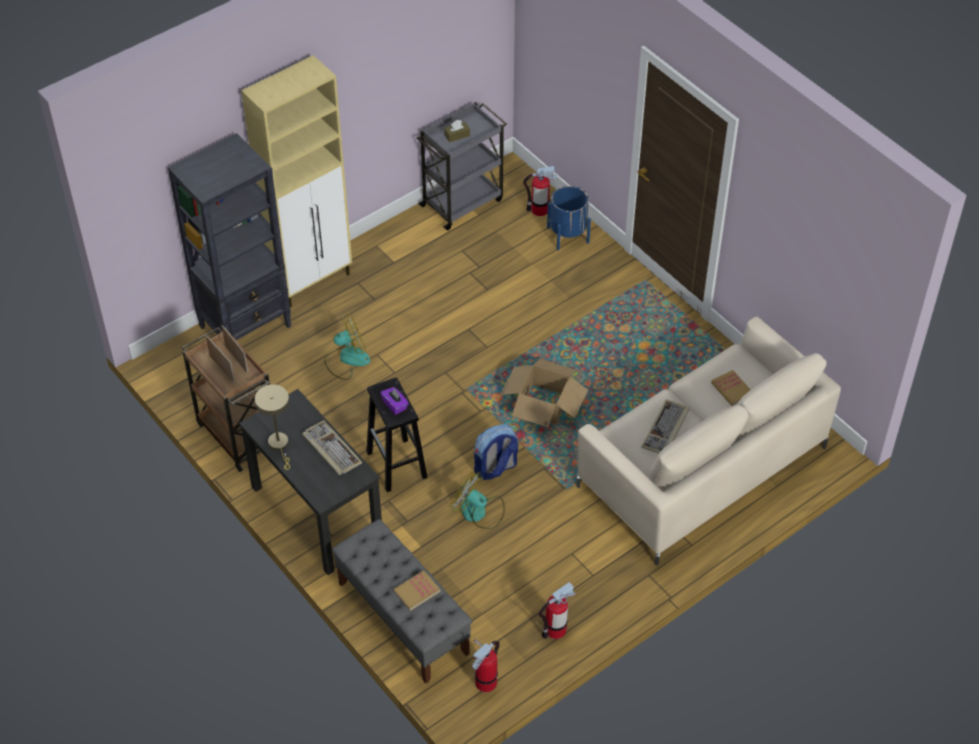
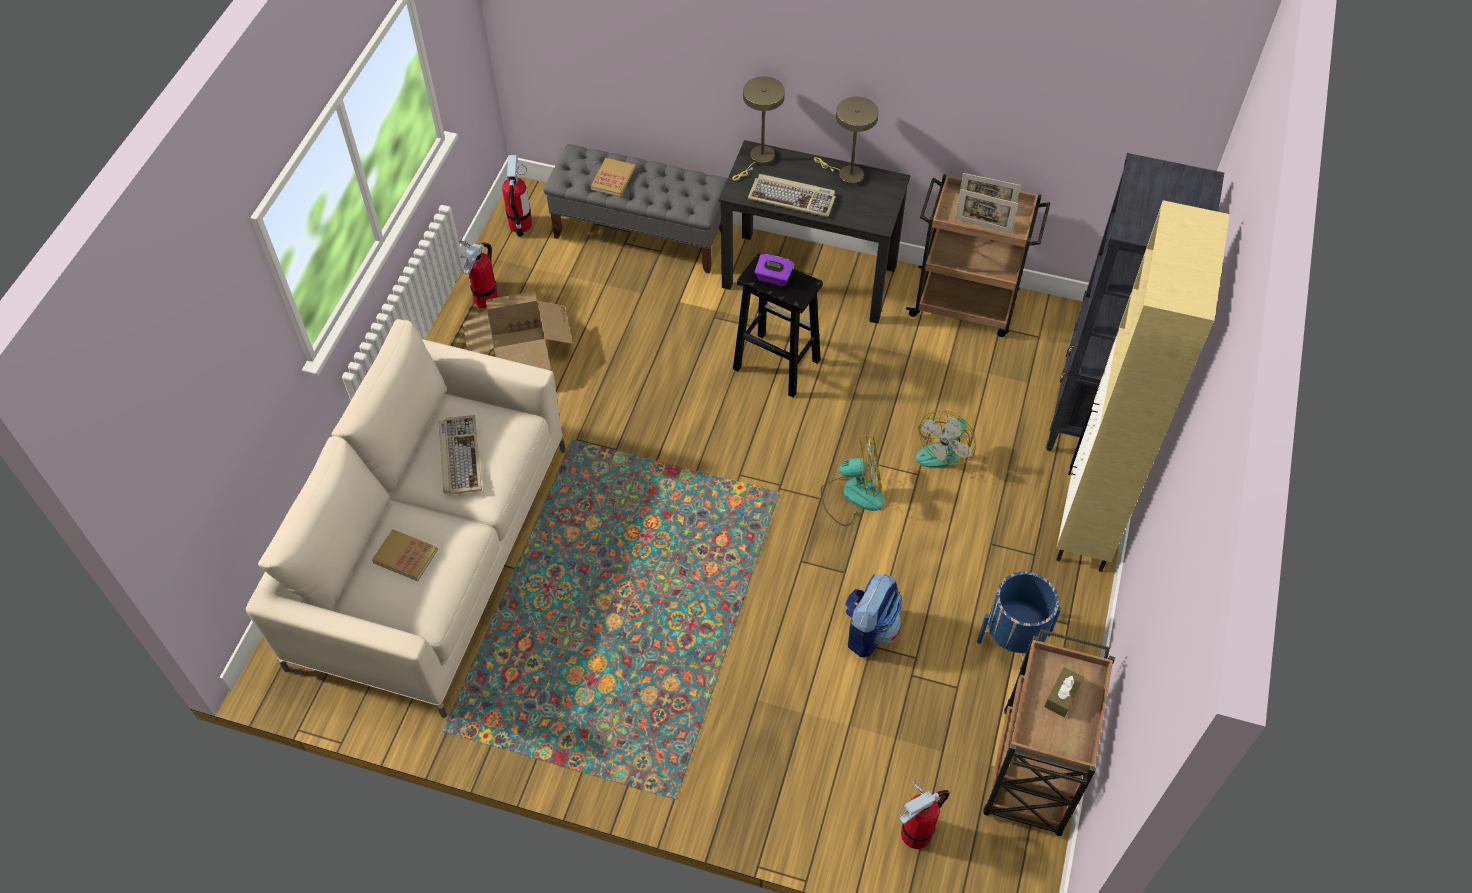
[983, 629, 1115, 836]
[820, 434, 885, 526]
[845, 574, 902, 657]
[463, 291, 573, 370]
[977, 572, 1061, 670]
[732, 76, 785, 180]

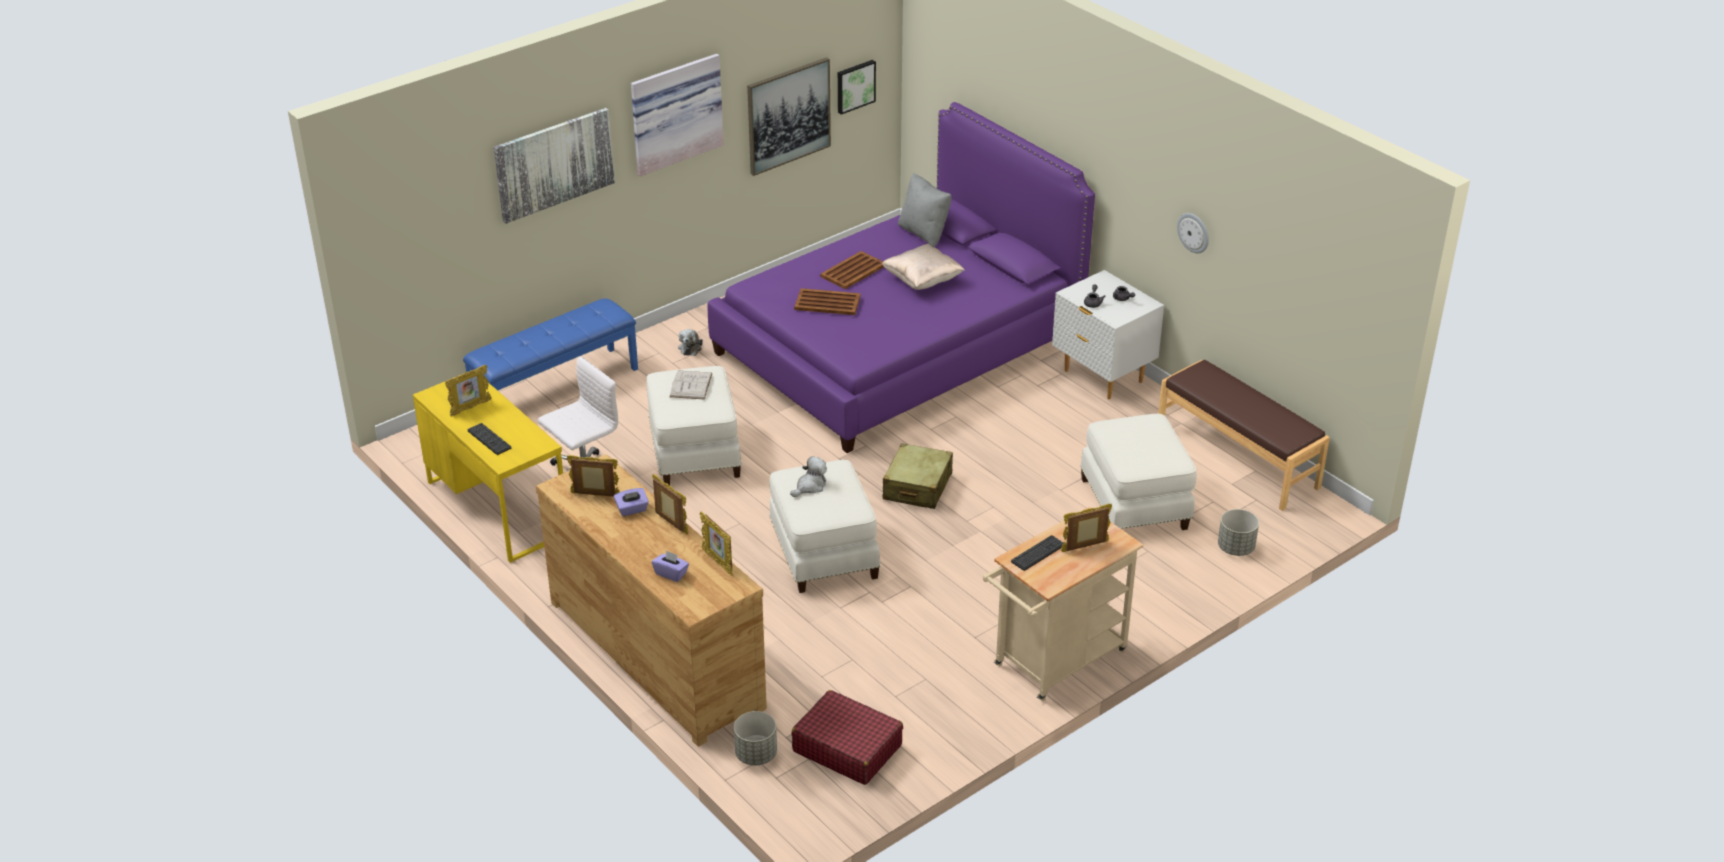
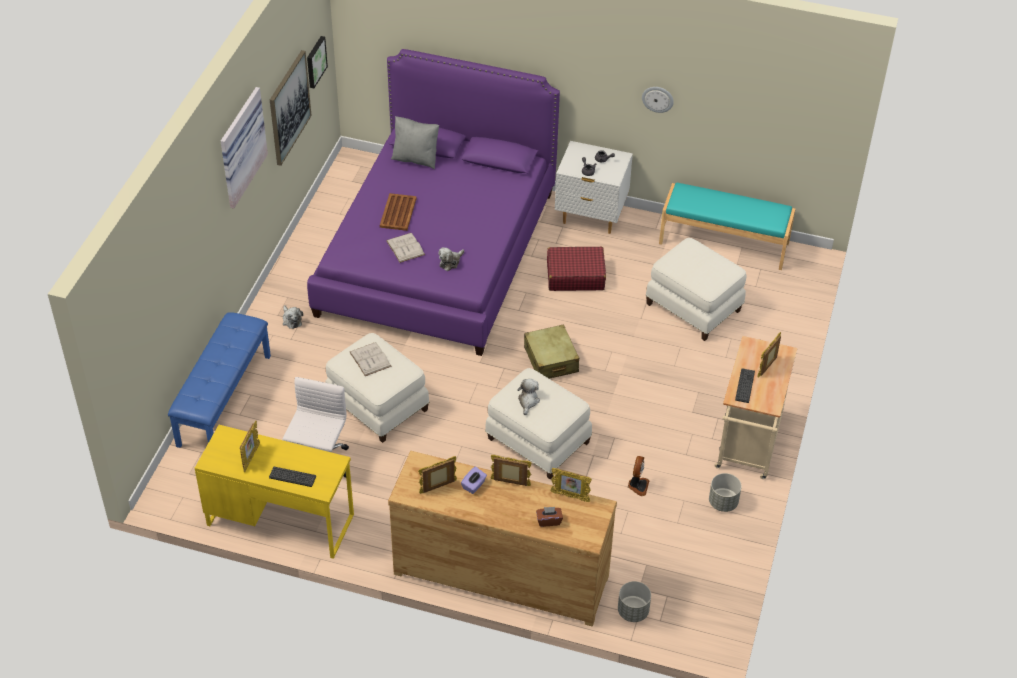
[494, 108, 615, 224] (first image)
[536, 507, 563, 527]
[547, 247, 606, 291]
[386, 233, 425, 263]
[882, 244, 965, 290] (first image)
[659, 183, 795, 270]
[709, 473, 742, 512]
[438, 247, 464, 271]
[628, 456, 650, 496]

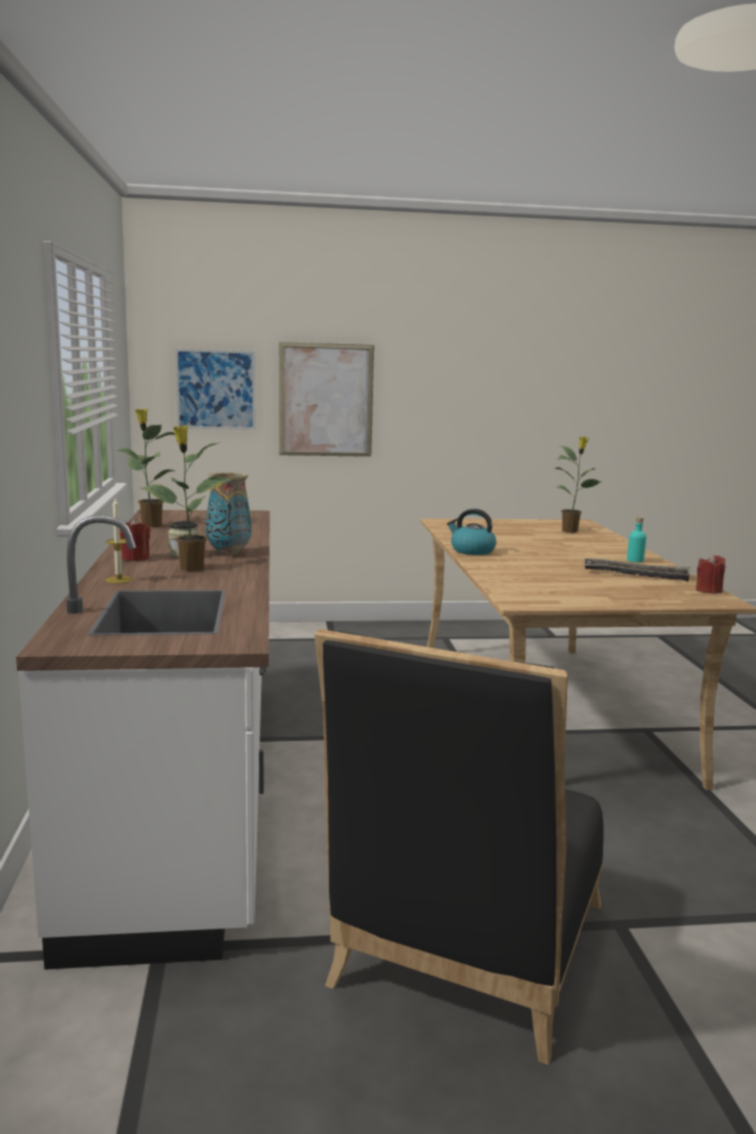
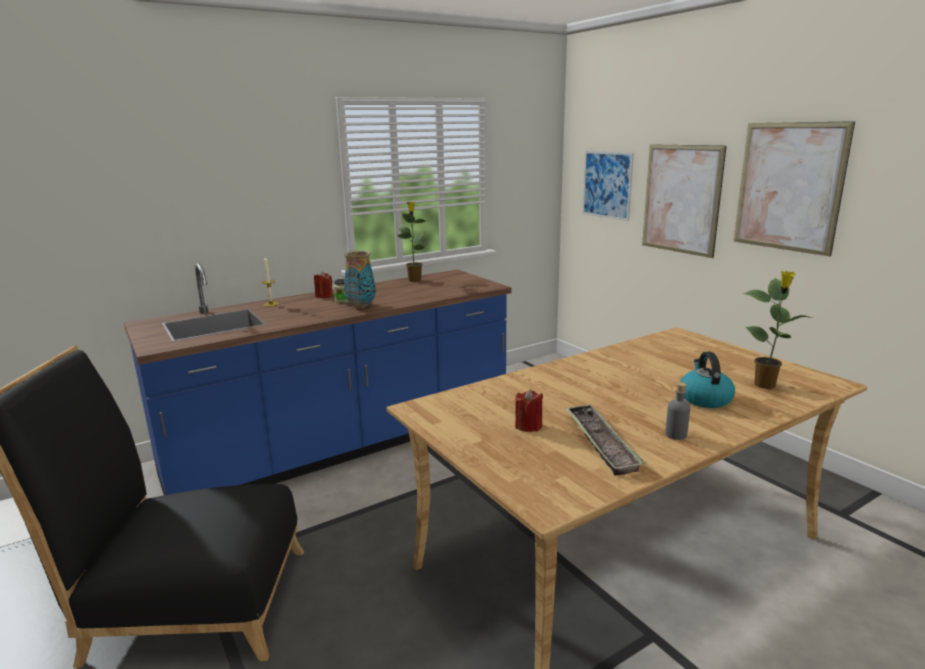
[124, 264, 512, 495]
[140, 425, 232, 571] (first image)
[680, 352, 735, 408]
[665, 382, 690, 440]
[515, 389, 543, 432]
[734, 121, 855, 257]

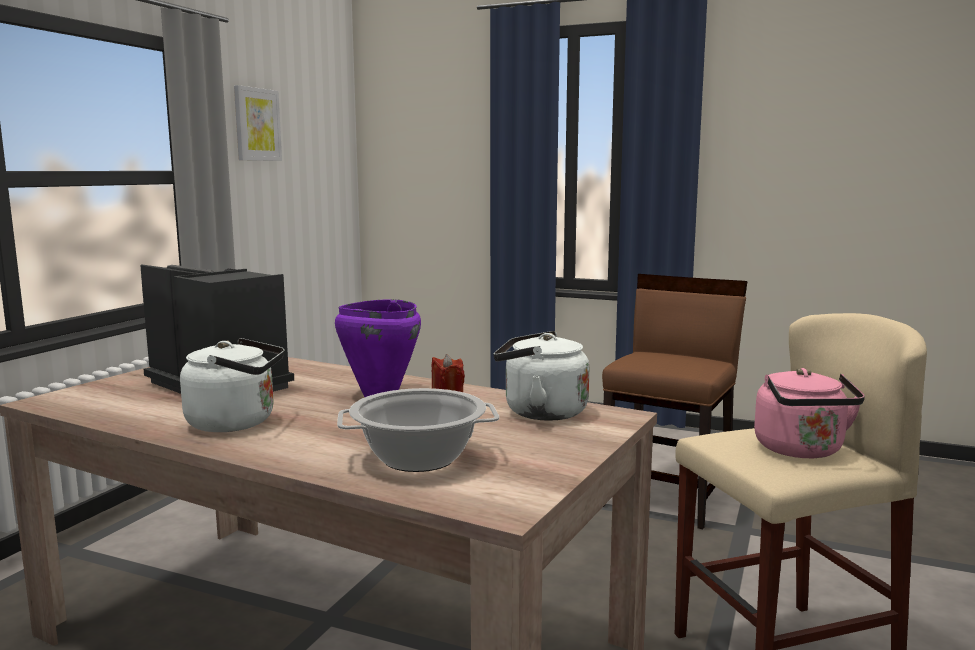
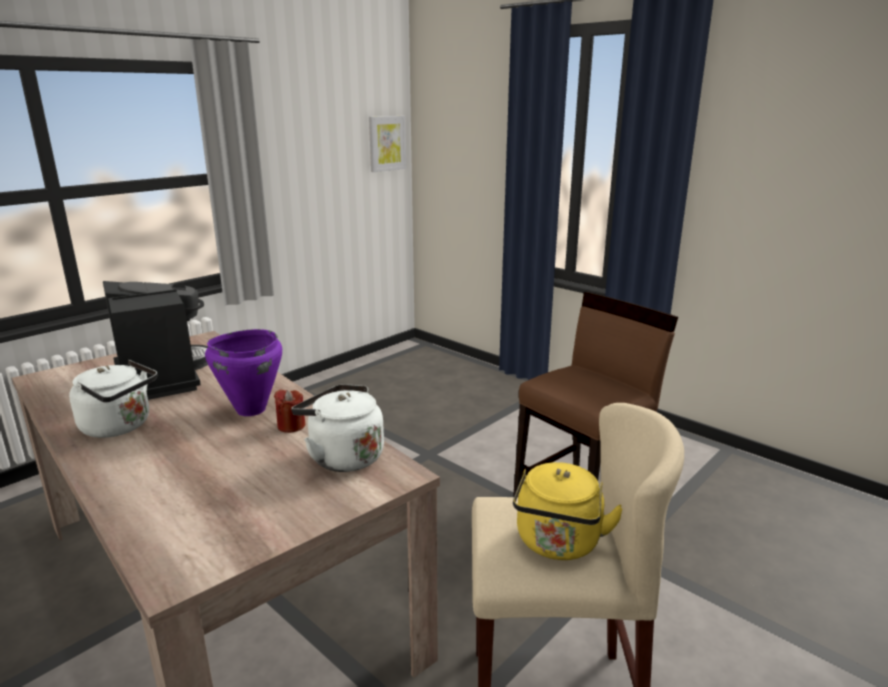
[369, 116, 406, 172]
[337, 388, 499, 472] (first image)
[513, 462, 622, 560]

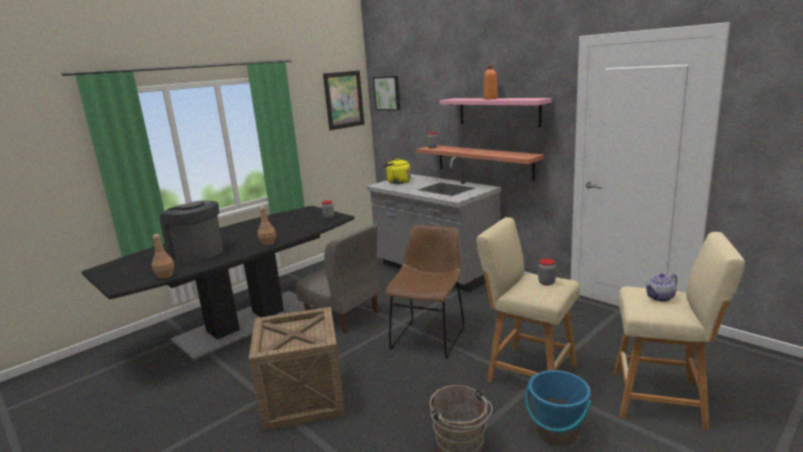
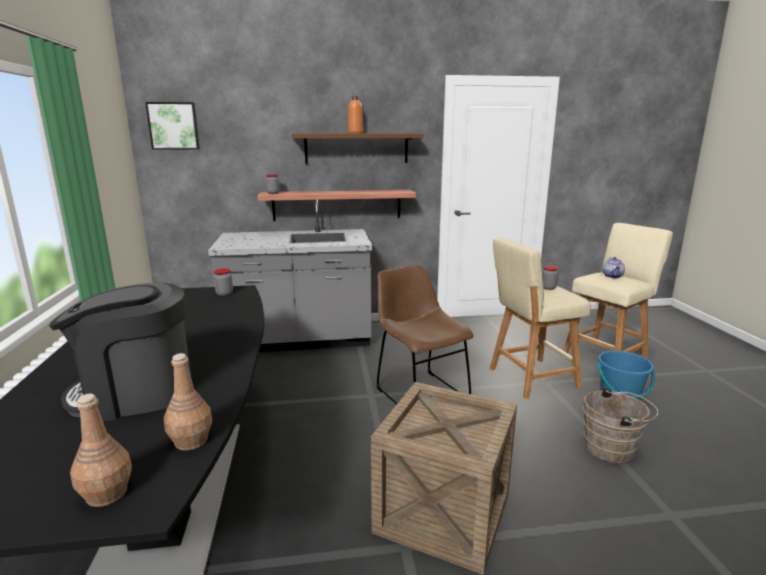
[70, 394, 132, 507]
[296, 224, 380, 333] (first image)
[323, 71, 365, 130] (first image)
[382, 158, 411, 184] (first image)
[292, 133, 423, 164]

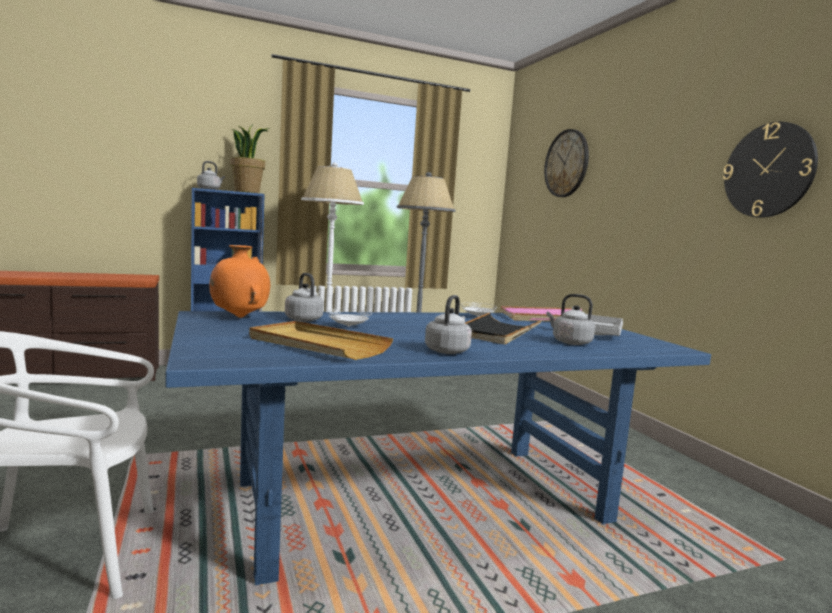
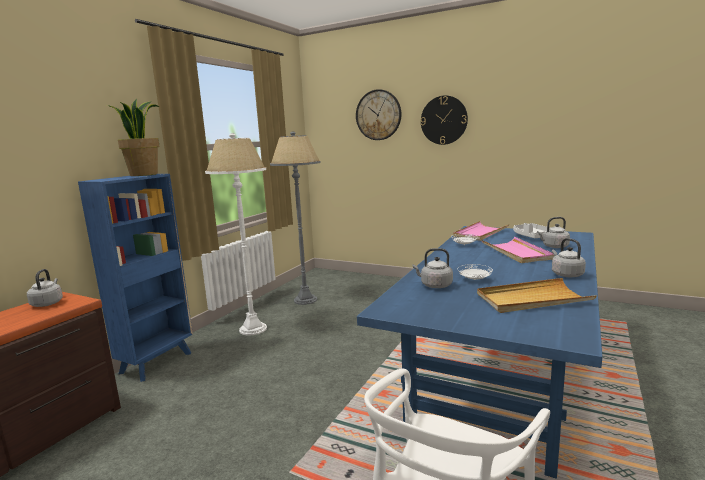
[27, 269, 63, 307]
[209, 245, 270, 318] (first image)
[482, 237, 554, 263]
[421, 95, 468, 145]

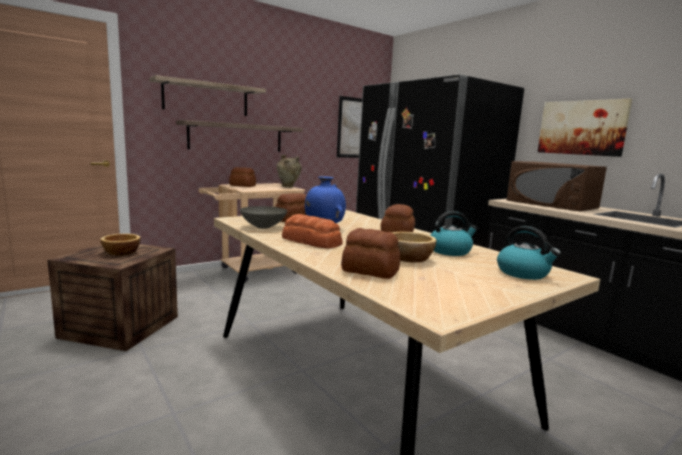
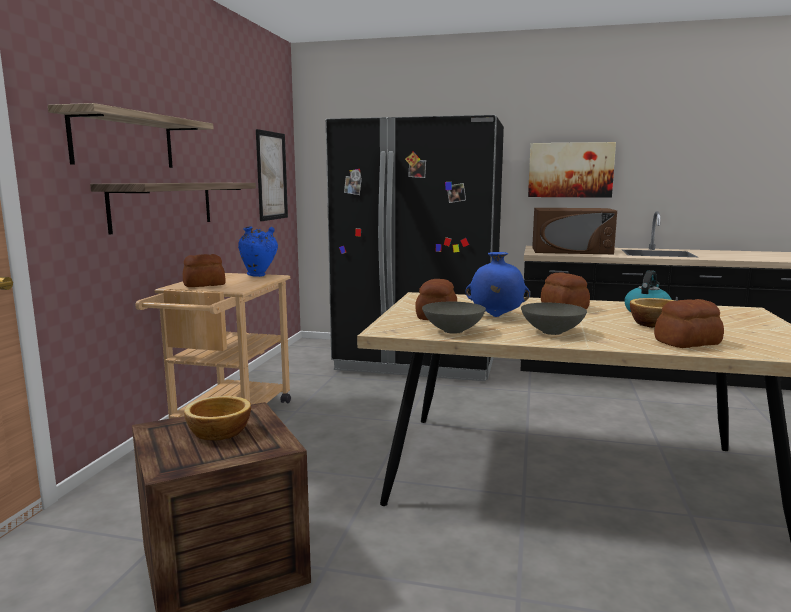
[238, 226, 278, 277]
[521, 303, 587, 335]
[497, 226, 561, 280] (first image)

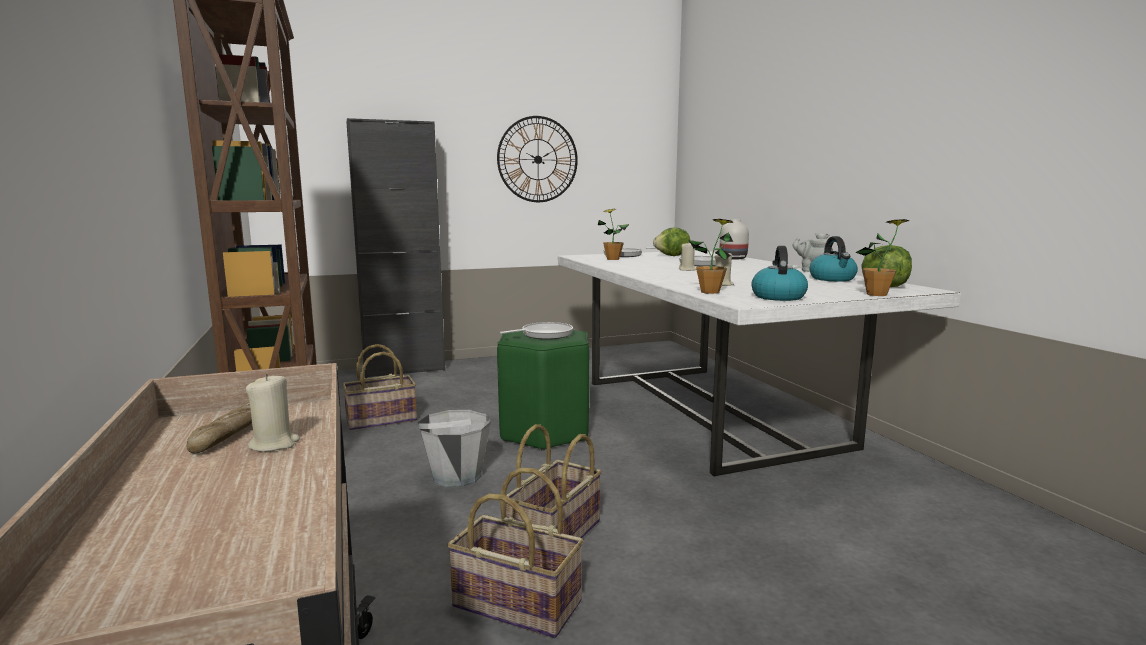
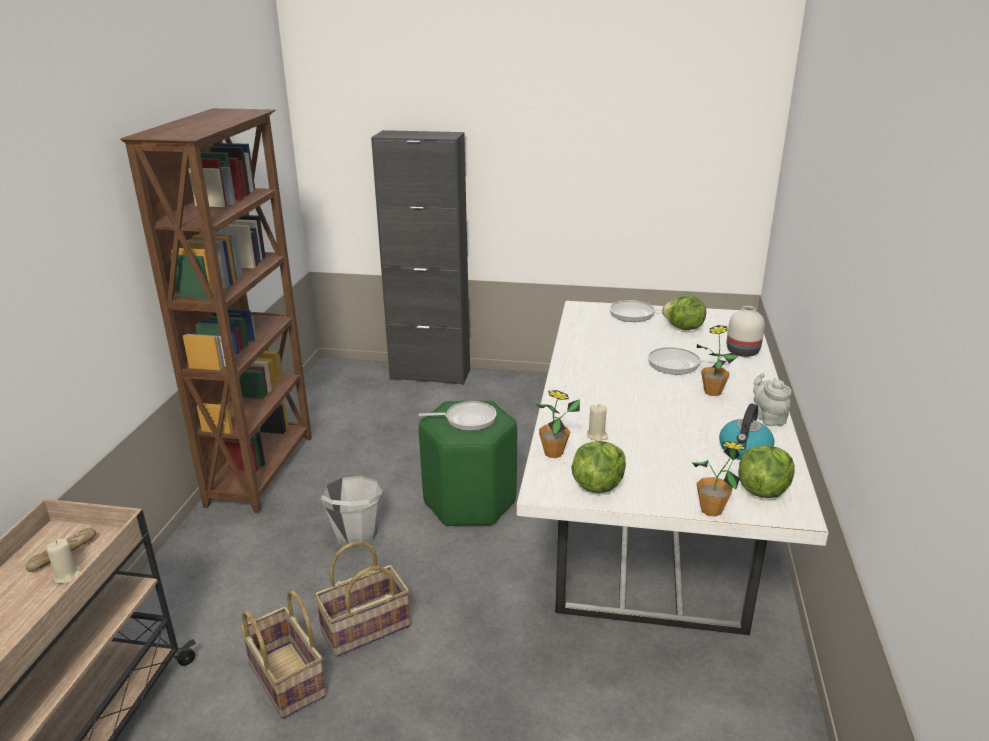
[342, 344, 417, 430] (first image)
[497, 116, 578, 202] (first image)
[697, 325, 738, 396]
[679, 241, 696, 271] (first image)
[571, 441, 626, 493]

